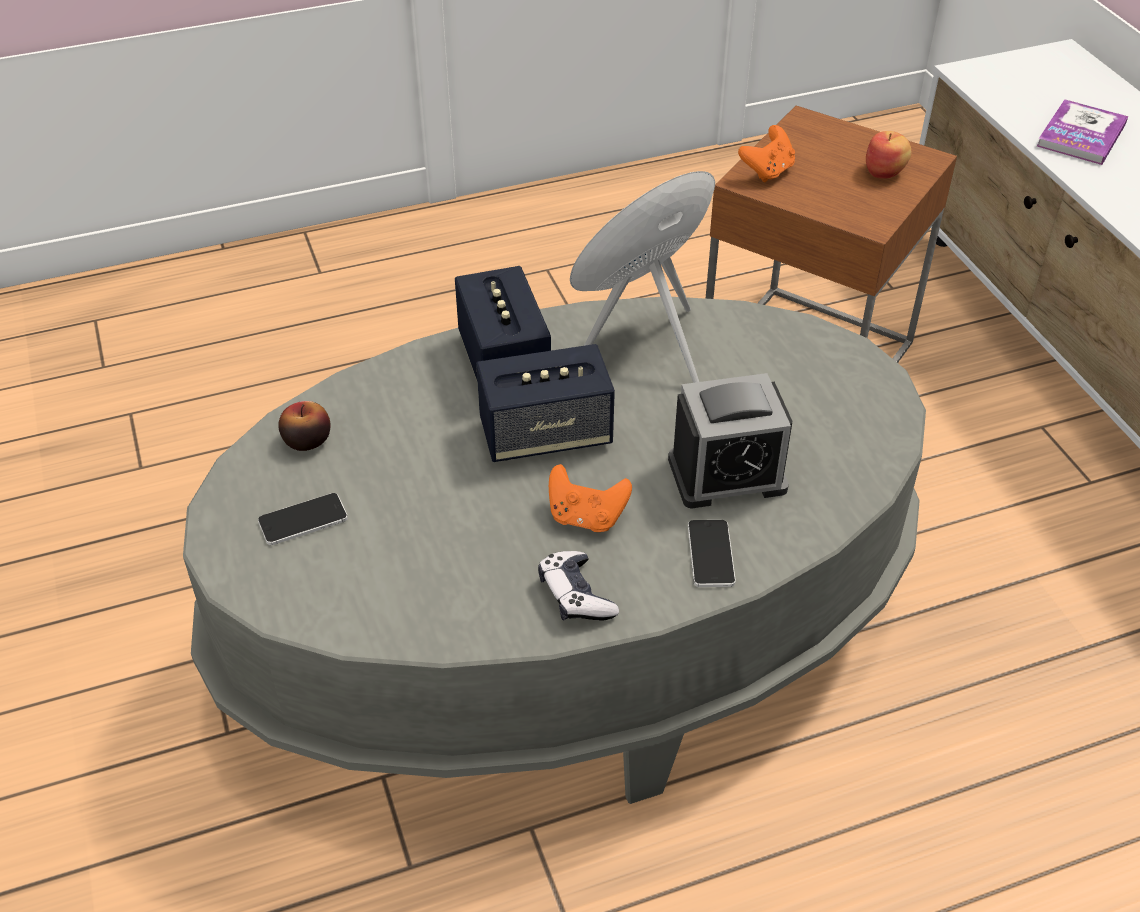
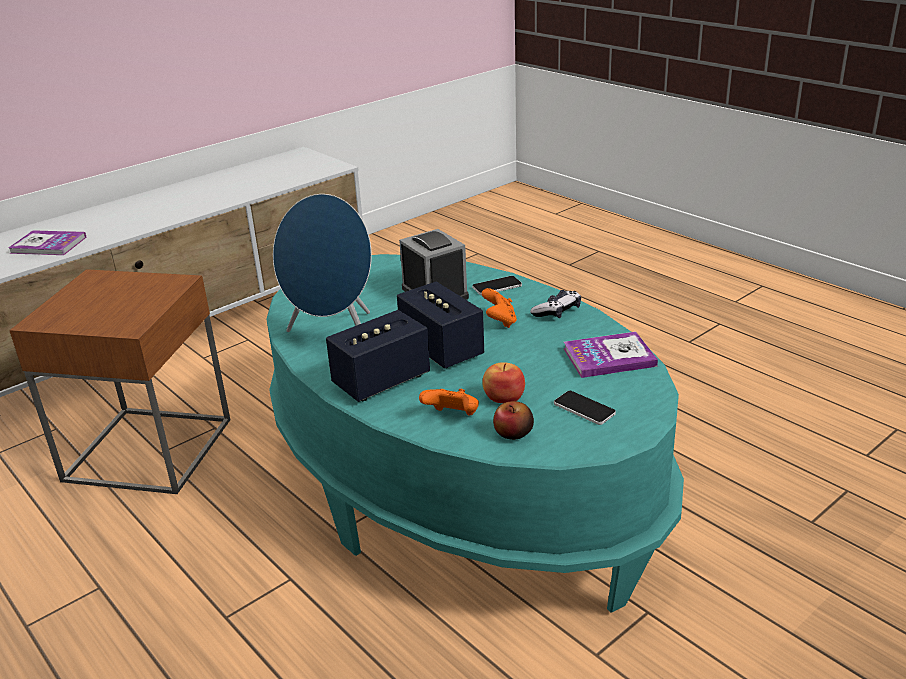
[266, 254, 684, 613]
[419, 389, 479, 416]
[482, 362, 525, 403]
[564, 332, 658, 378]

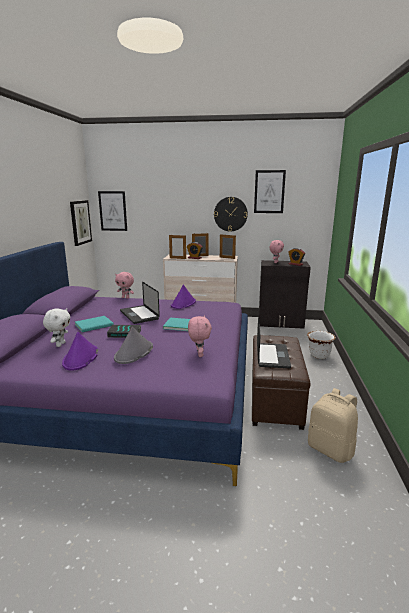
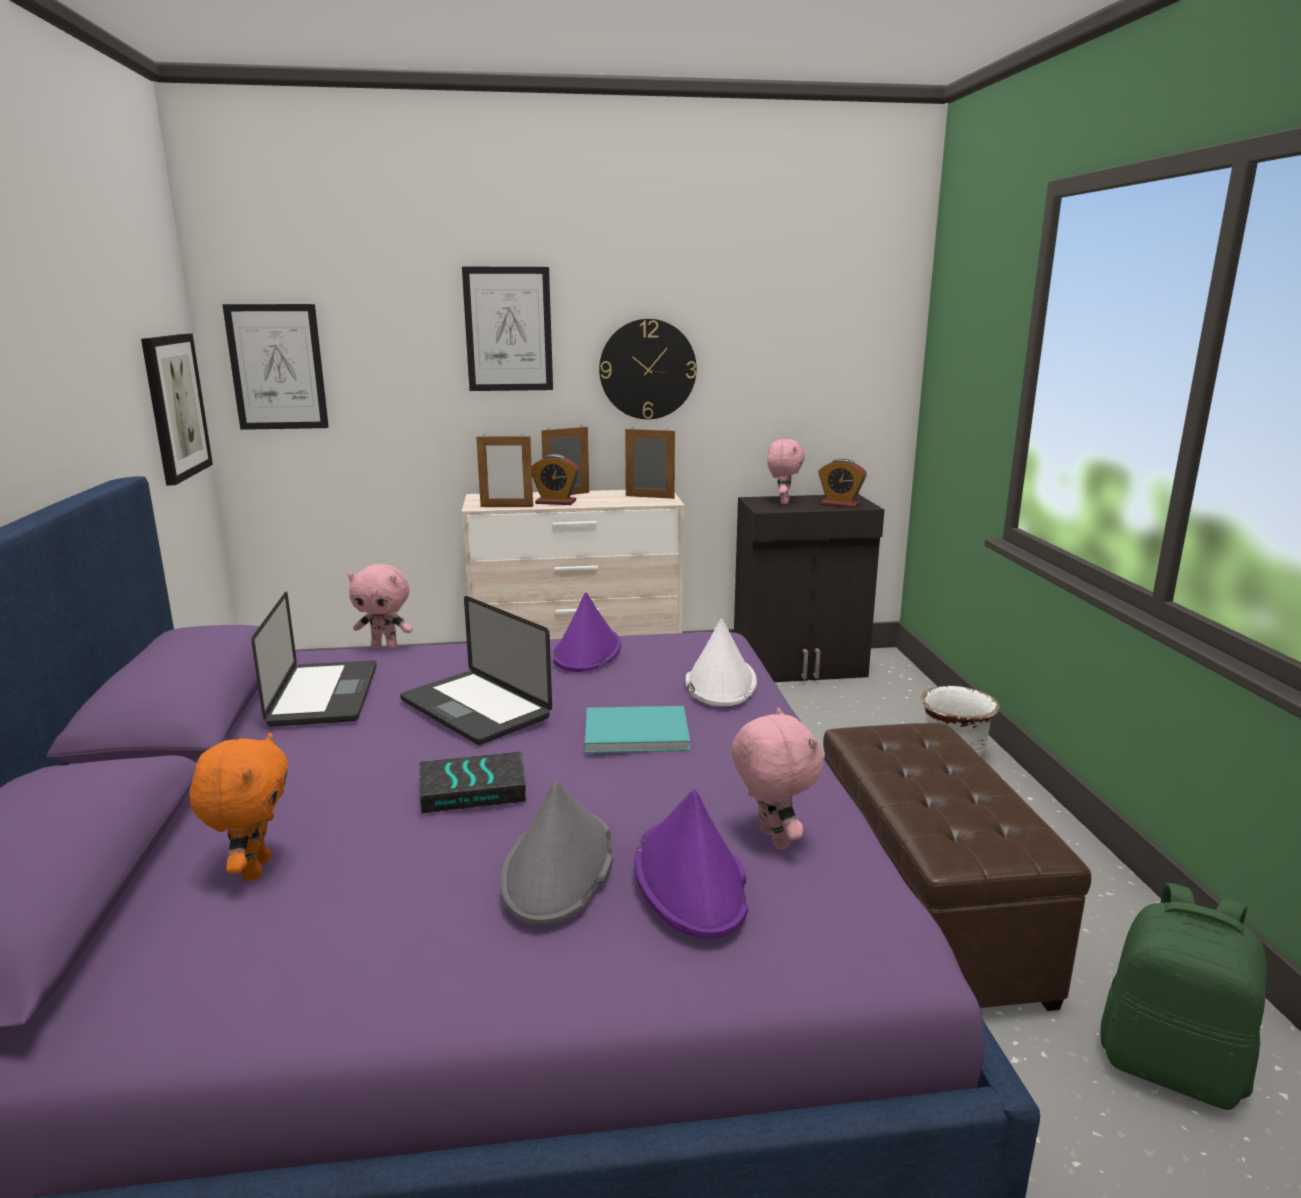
[189, 732, 289, 881]
[634, 789, 748, 939]
[75, 316, 114, 332] (first image)
[462, 267, 553, 391]
[251, 591, 377, 727]
[1100, 883, 1267, 1110]
[686, 618, 757, 706]

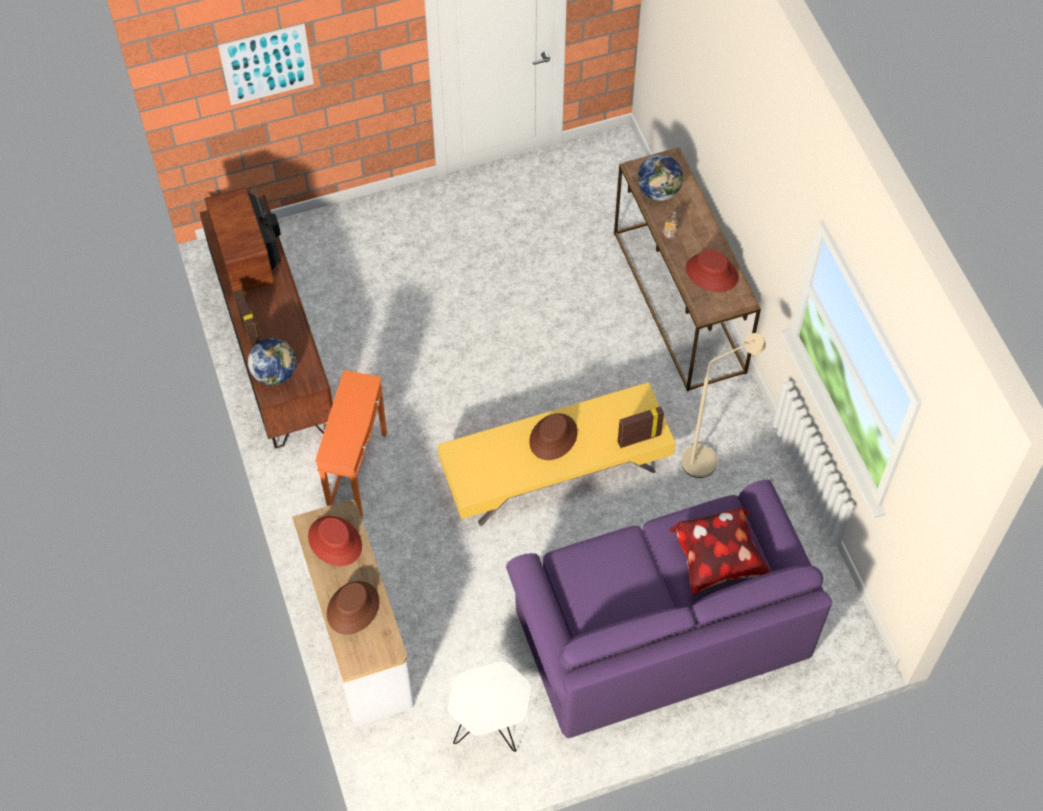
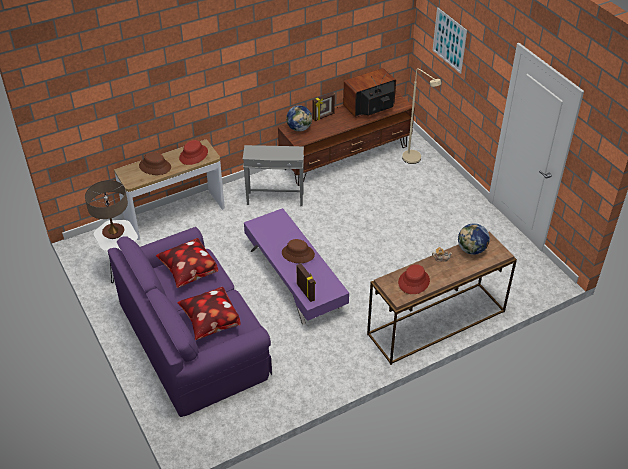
[243, 145, 304, 206]
[244, 208, 349, 325]
[402, 68, 441, 164]
[85, 180, 128, 239]
[156, 238, 218, 288]

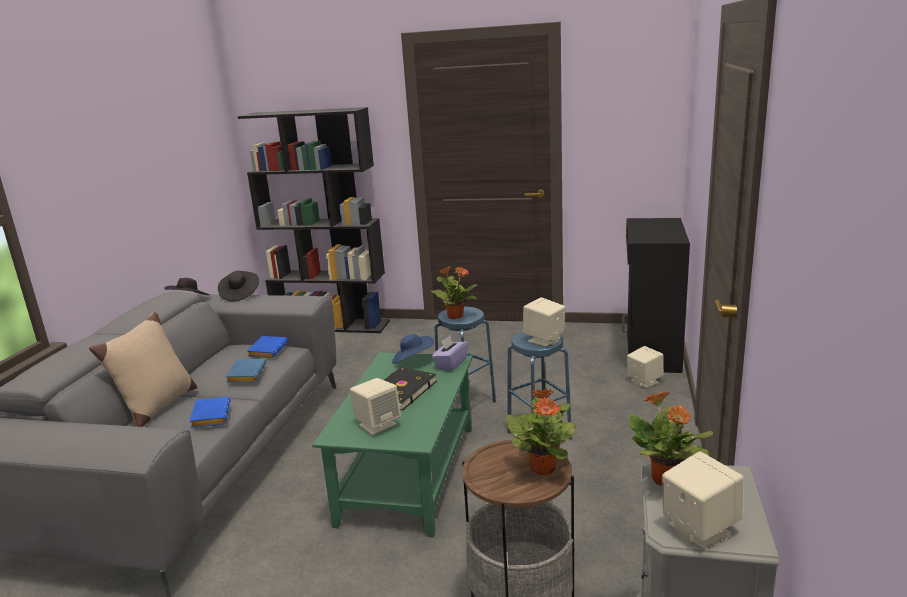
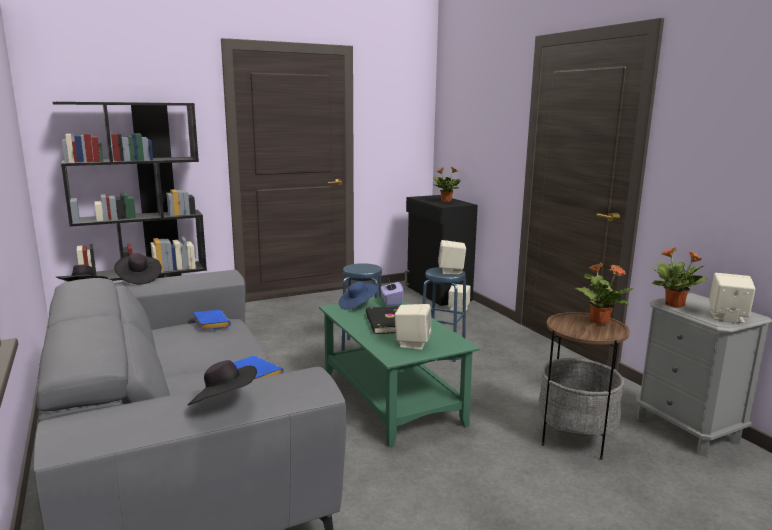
[89, 312, 197, 427] (first image)
[225, 359, 266, 383] (first image)
[433, 167, 461, 202]
[188, 360, 257, 405]

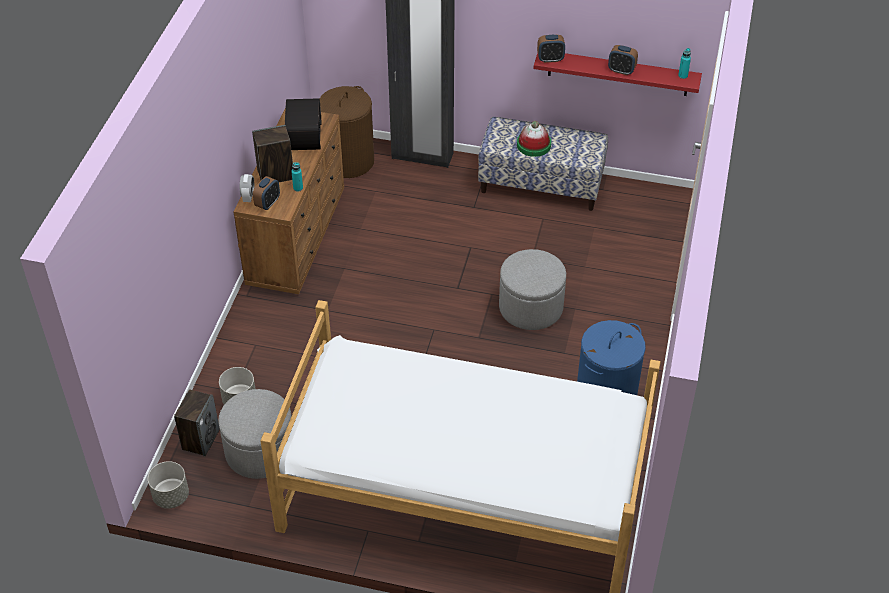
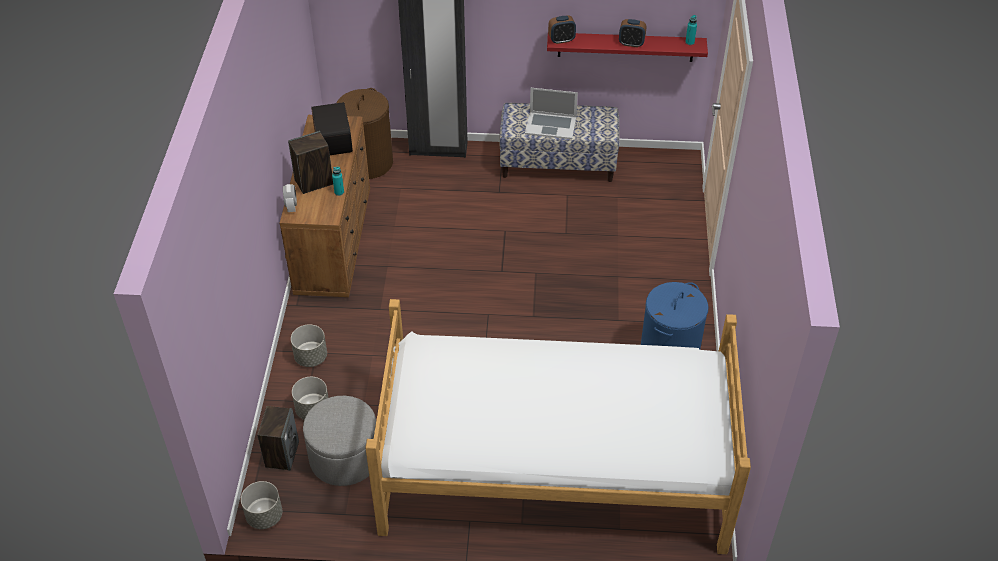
[253, 176, 280, 210] (first image)
[499, 249, 566, 330] (first image)
[525, 88, 578, 139]
[291, 324, 327, 367]

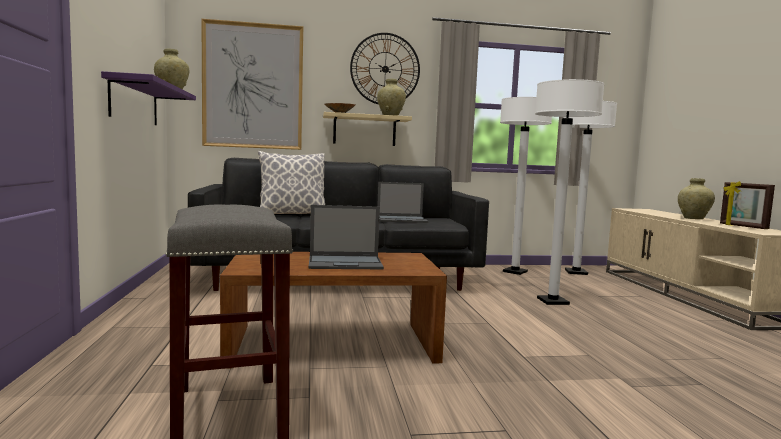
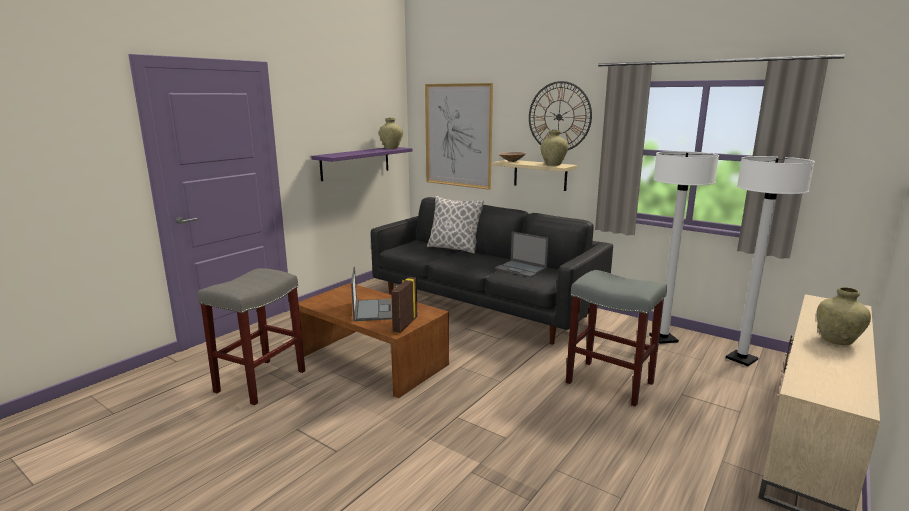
[351, 267, 392, 321]
[566, 270, 667, 407]
[391, 277, 417, 333]

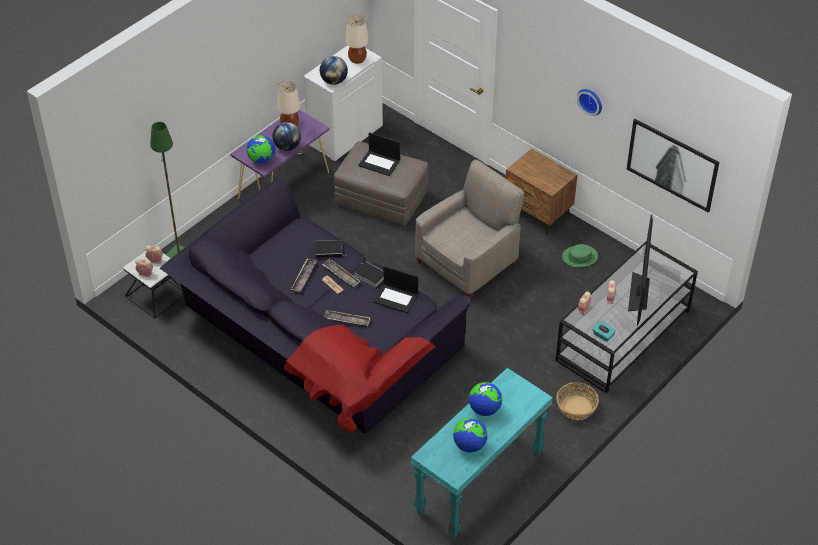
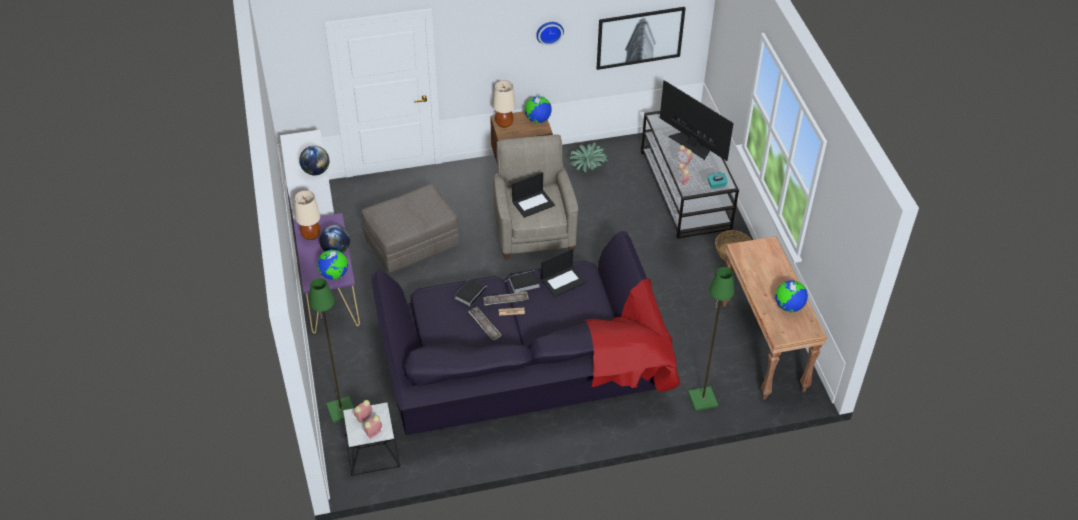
[324, 310, 370, 327] (first image)
[493, 80, 515, 128]
[512, 172, 555, 218]
[722, 236, 827, 400]
[525, 96, 552, 123]
[568, 143, 609, 173]
[688, 267, 734, 411]

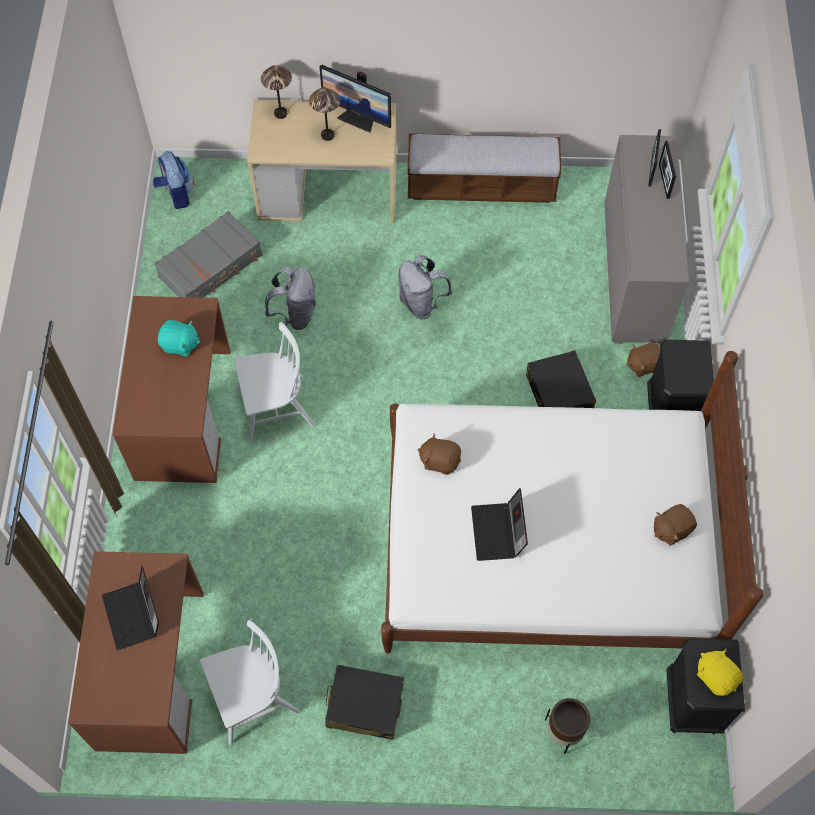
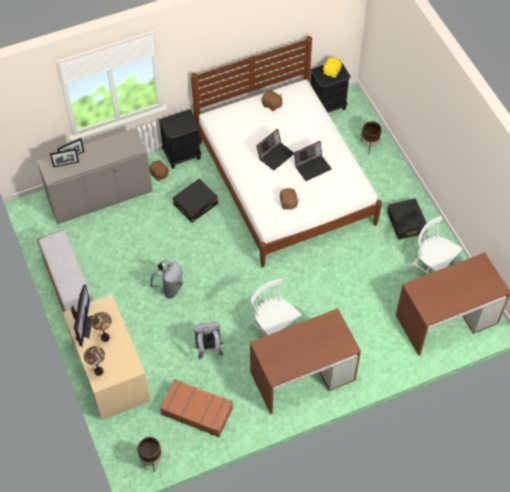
[256, 129, 294, 171]
[137, 437, 162, 472]
[160, 379, 233, 437]
[158, 320, 200, 357] (first image)

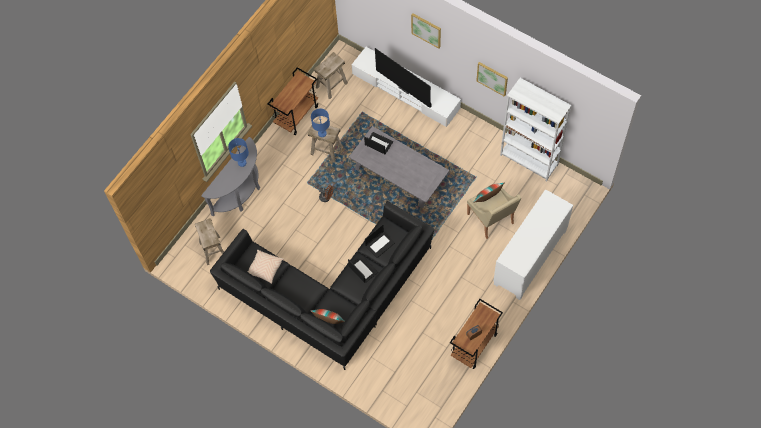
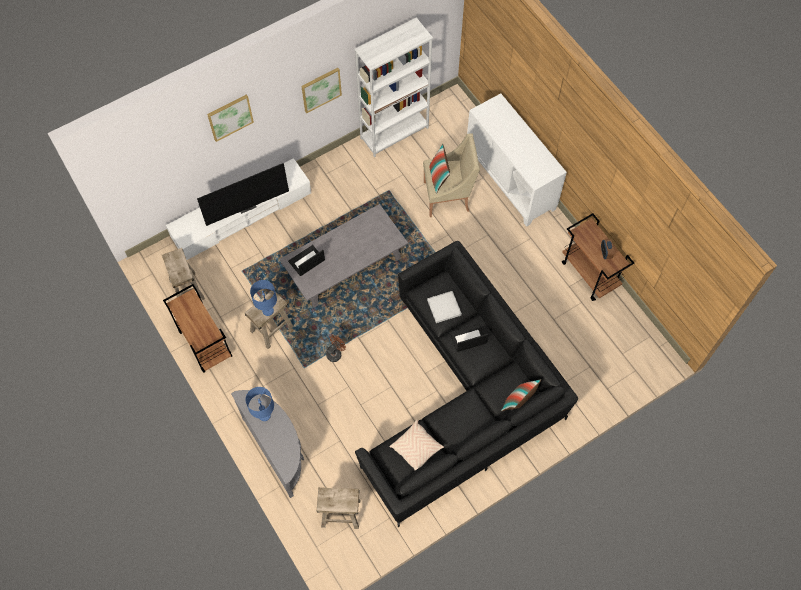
[427, 291, 462, 323]

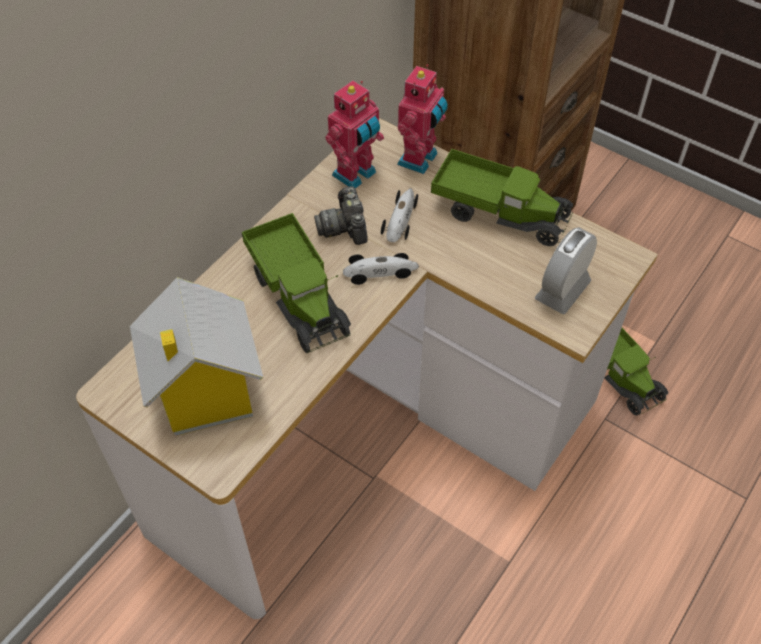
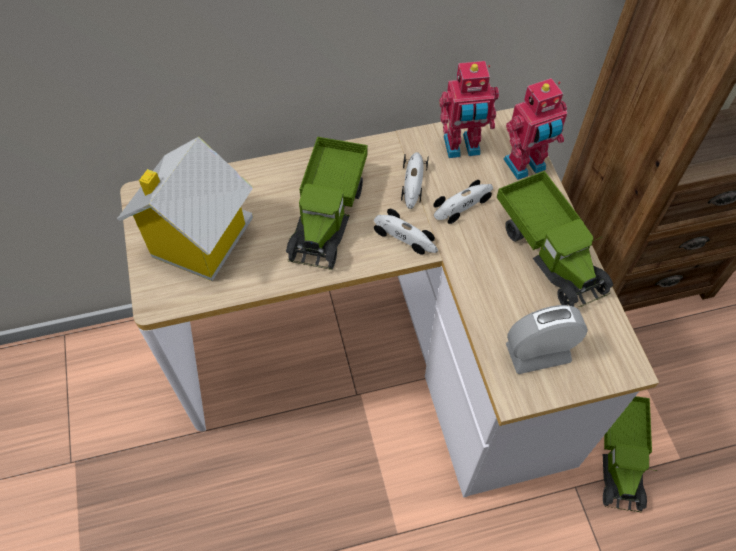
[401, 152, 429, 209]

